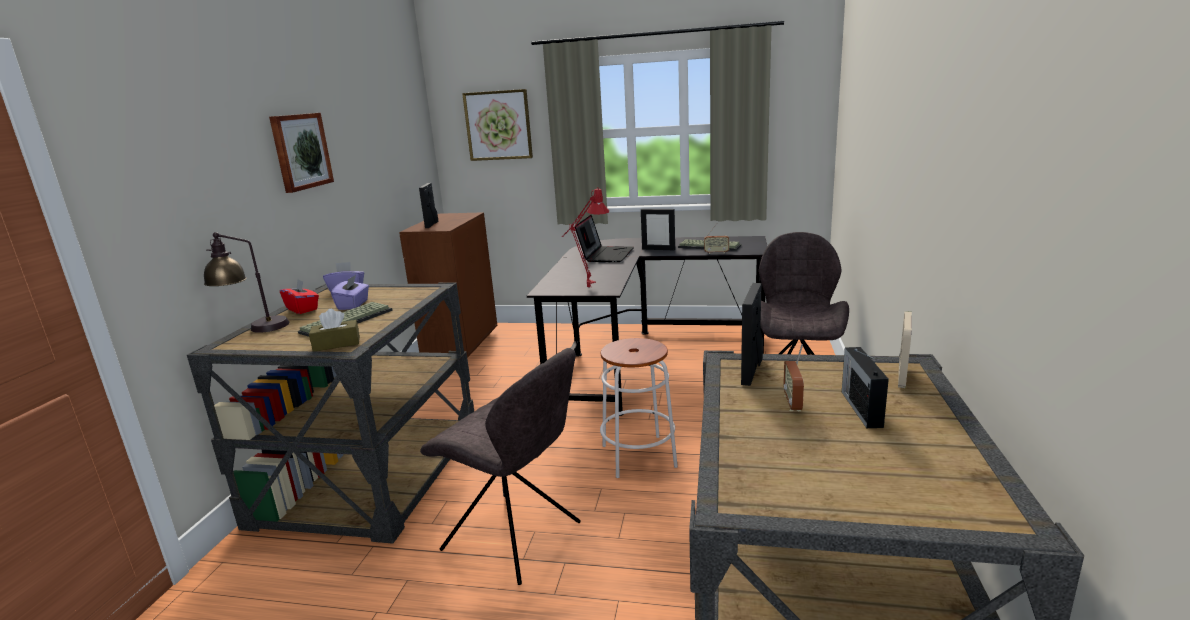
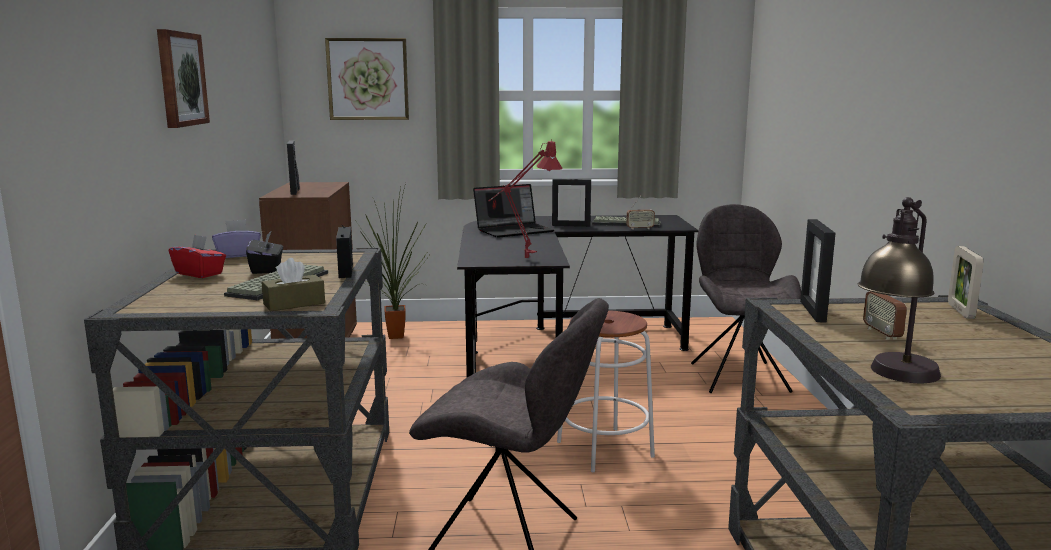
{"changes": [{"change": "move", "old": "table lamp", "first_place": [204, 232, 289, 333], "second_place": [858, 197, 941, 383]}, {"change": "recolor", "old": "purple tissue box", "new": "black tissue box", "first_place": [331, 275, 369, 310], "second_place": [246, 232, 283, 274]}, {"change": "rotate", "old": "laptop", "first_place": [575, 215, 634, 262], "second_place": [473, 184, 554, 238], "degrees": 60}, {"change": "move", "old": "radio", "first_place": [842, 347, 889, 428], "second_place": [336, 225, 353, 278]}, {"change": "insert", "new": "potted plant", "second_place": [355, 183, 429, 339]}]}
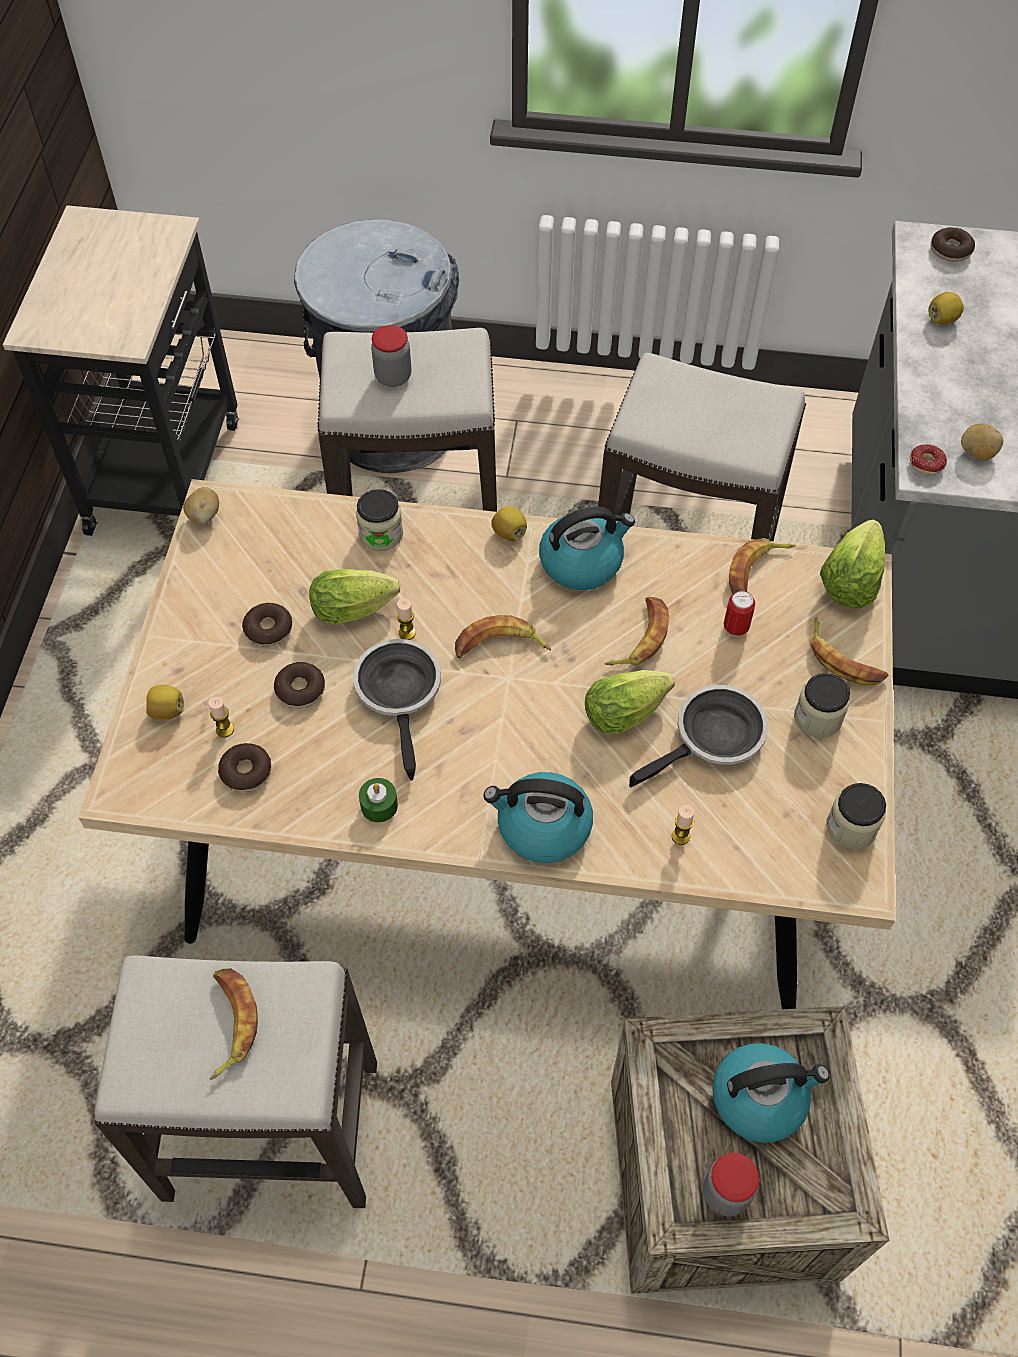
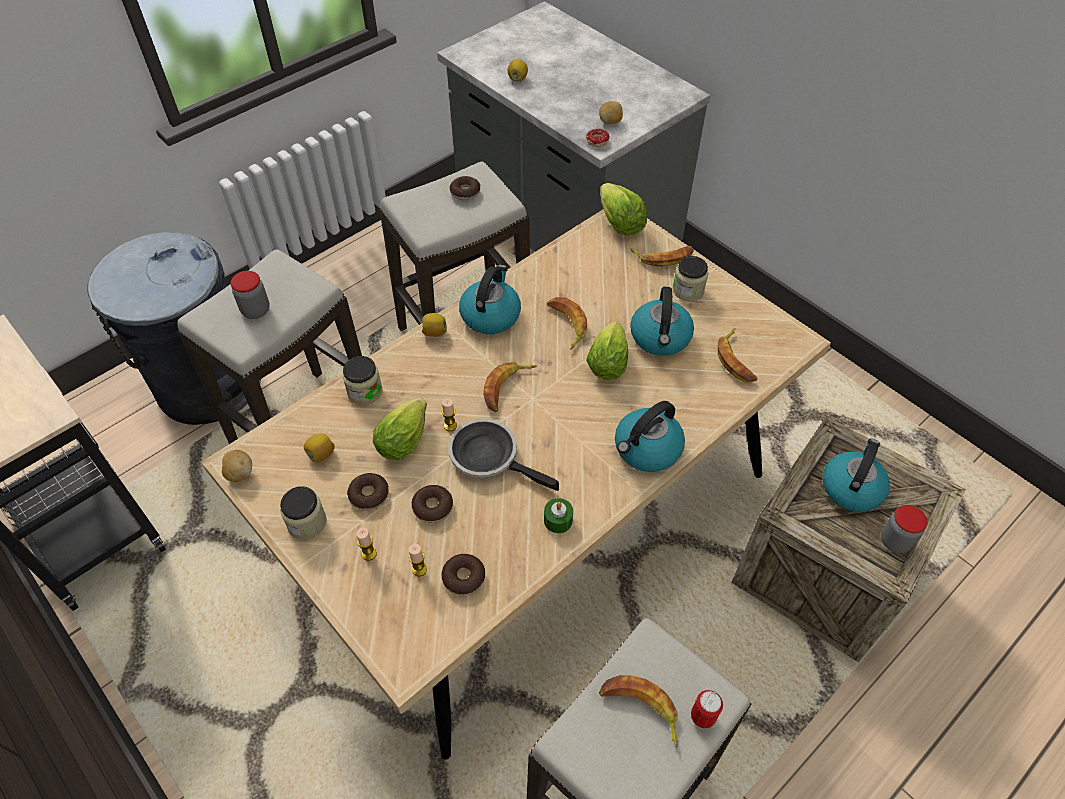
{"changes": [{"change": "move", "old": "lemon", "first_place": [146, 685, 184, 720], "second_place": [304, 434, 335, 462]}, {"change": "replace", "old": "frying pan", "new": "kettle", "first_place": [629, 685, 768, 788], "second_place": [630, 287, 694, 356]}, {"change": "move", "old": "candle", "first_place": [672, 805, 695, 845], "second_place": [356, 528, 377, 561]}, {"change": "move", "old": "can", "first_place": [724, 591, 755, 636], "second_place": [691, 690, 723, 728]}, {"change": "move", "old": "banana", "first_place": [729, 538, 796, 594], "second_place": [718, 328, 758, 382]}, {"change": "move", "old": "jar", "first_place": [826, 783, 886, 850], "second_place": [280, 486, 327, 539]}, {"change": "move", "old": "donut", "first_place": [931, 227, 975, 262], "second_place": [450, 176, 481, 200]}]}
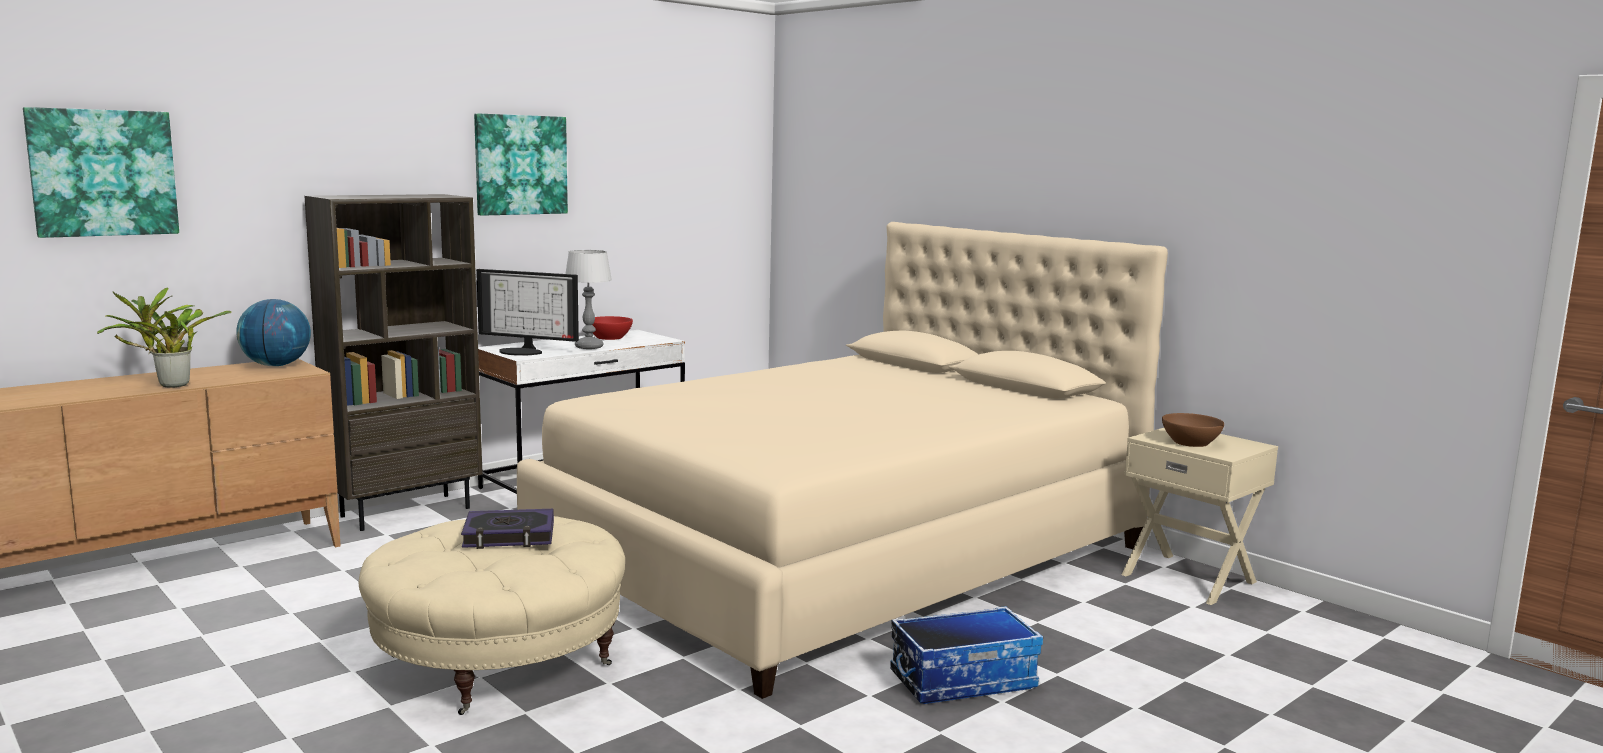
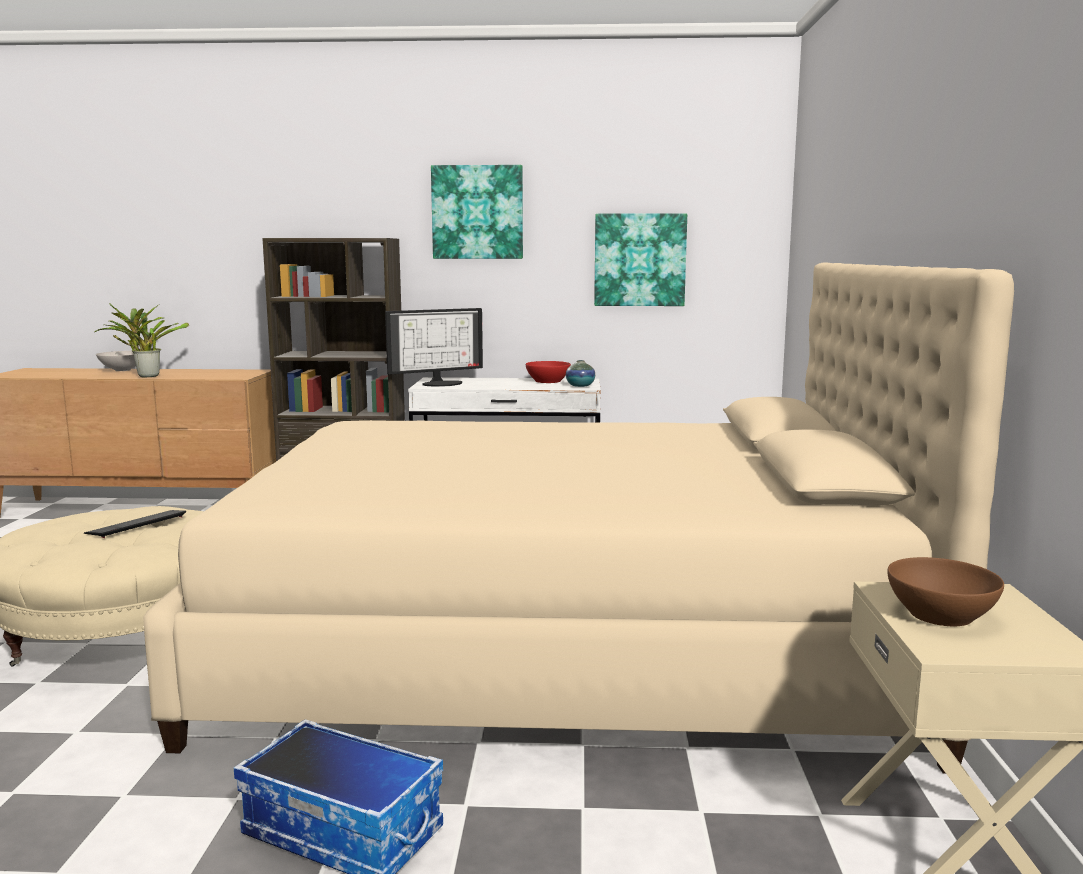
{"changes": [{"change": "move", "old": "picture", "first_place": [23, 107, 179, 238], "second_place": [594, 213, 687, 306]}, {"change": "delete", "old": "globe", "first_place": [236, 299, 311, 366]}, {"change": "replace", "old": "book", "new": "keyboard", "first_place": [461, 509, 554, 549], "second_place": [84, 510, 186, 538]}, {"change": "rotate", "old": "monitor", "first_place": [476, 269, 579, 356], "second_place": [385, 308, 483, 387], "degrees": -90}, {"change": "delete", "old": "table lamp", "first_place": [565, 250, 612, 349]}, {"change": "insert", "new": "white bowl", "second_place": [96, 351, 136, 371]}, {"change": "insert", "new": "vase", "second_place": [566, 360, 595, 387]}]}
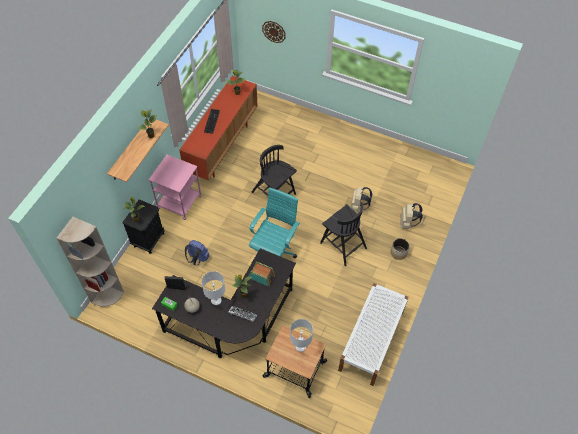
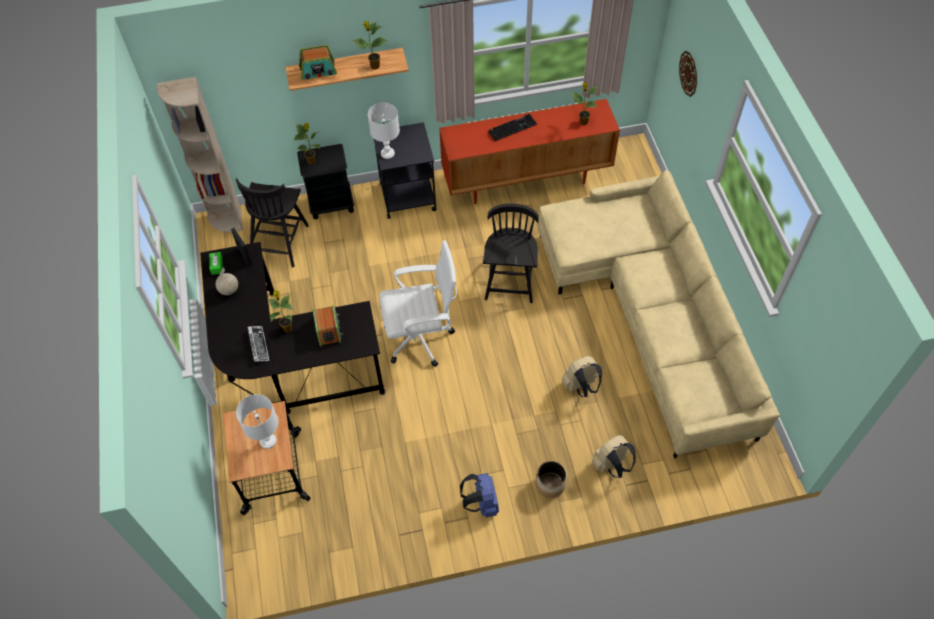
{"changes": [{"change": "recolor", "old": "pink cart", "new": "black cart", "first_place": [149, 155, 202, 220], "second_place": [373, 122, 437, 219]}, {"change": "move", "old": "blue backpack", "first_place": [185, 240, 210, 265], "second_place": [460, 473, 499, 518]}, {"change": "move", "old": "white table lamp", "first_place": [202, 271, 225, 305], "second_place": [368, 103, 400, 159]}, {"change": "recolor", "old": "turquoise office chair", "new": "white office chair", "first_place": [249, 188, 300, 262], "second_place": [379, 240, 457, 367]}, {"change": "move", "old": "black chair", "first_place": [320, 202, 367, 266], "second_place": [236, 178, 309, 268]}, {"change": "delete", "old": "white bench", "first_place": [338, 283, 409, 386]}, {"change": "insert", "new": "radio", "second_place": [299, 45, 337, 80]}, {"change": "insert", "new": "beige sofa", "second_place": [538, 170, 780, 459]}]}
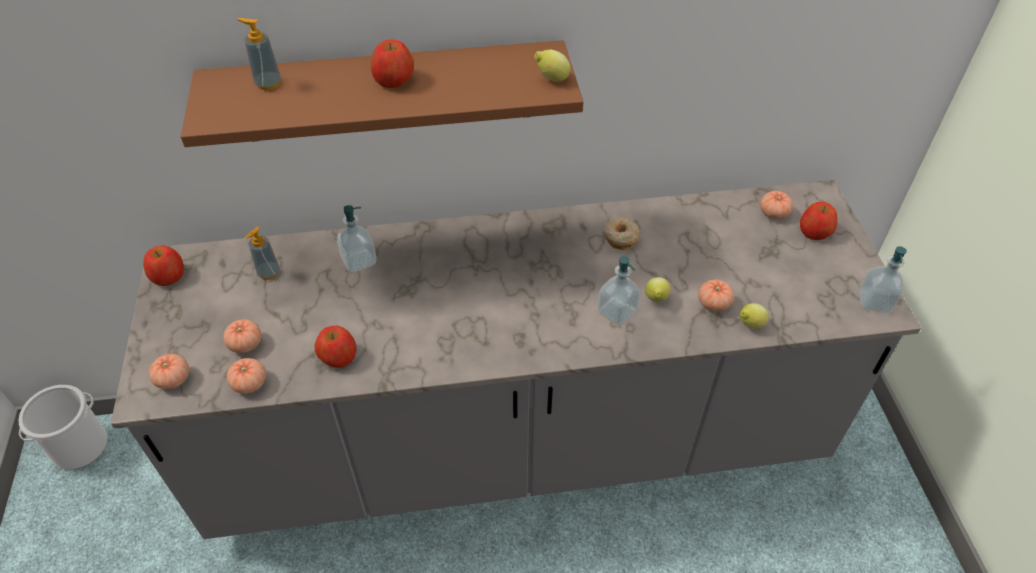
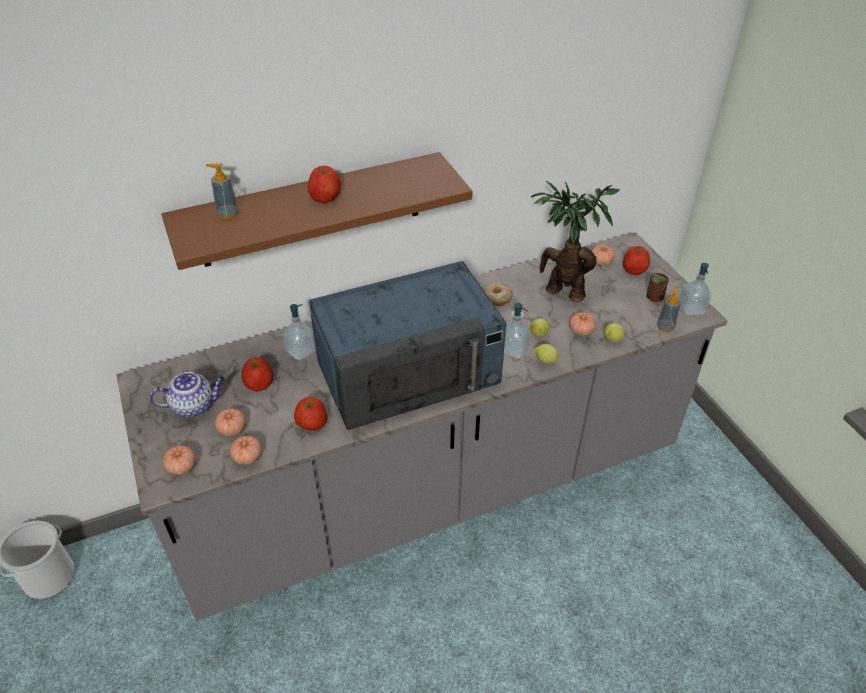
{"changes": [{"change": "move", "old": "apple", "first_place": [143, 245, 184, 286], "second_place": [242, 357, 273, 391]}, {"change": "move", "old": "soap dispenser", "first_place": [245, 227, 280, 280], "second_place": [657, 289, 681, 332]}, {"change": "move", "old": "lemon", "first_place": [534, 50, 570, 82], "second_place": [534, 344, 559, 364]}, {"change": "insert", "new": "teapot", "second_place": [149, 372, 225, 418]}, {"change": "insert", "new": "blue microwave", "second_place": [309, 261, 506, 430]}, {"change": "insert", "new": "potted plant", "second_place": [531, 181, 620, 302]}, {"change": "insert", "new": "brown cup", "second_place": [646, 273, 669, 302]}]}
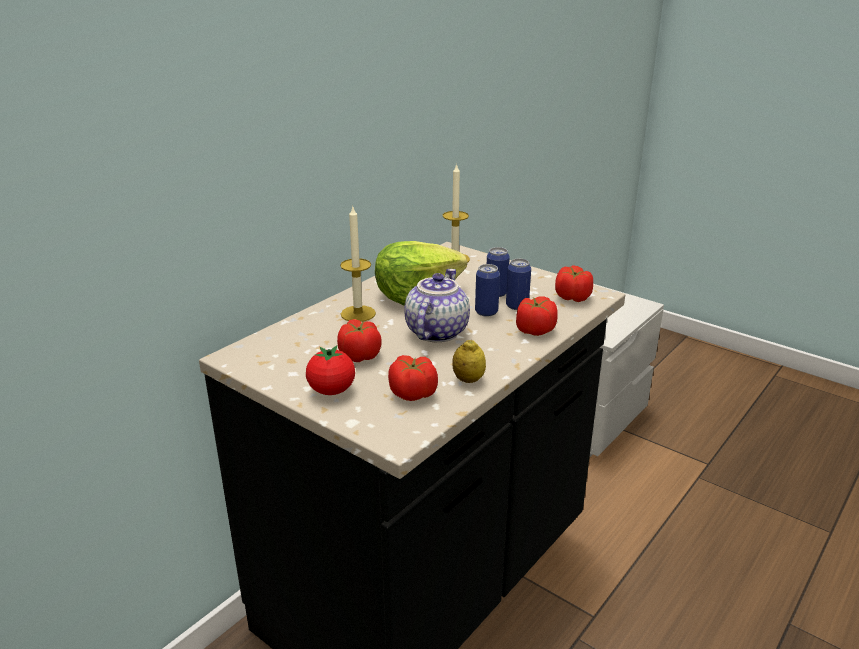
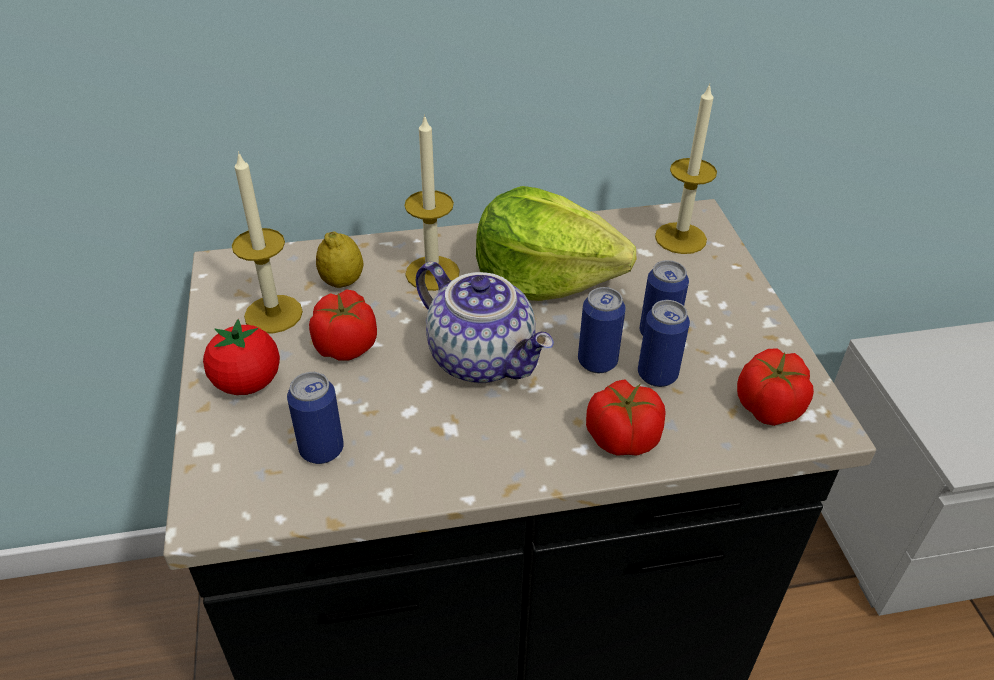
{"changes": [{"change": "replace", "old": "tomato", "new": "can", "first_place": [388, 355, 438, 401], "second_place": [287, 372, 344, 464]}, {"change": "rotate", "old": "teapot", "first_place": [404, 269, 470, 342], "second_place": [416, 262, 554, 383], "degrees": 75}, {"change": "move", "old": "lemon", "first_place": [452, 340, 486, 383], "second_place": [316, 231, 363, 288]}, {"change": "insert", "new": "candle", "second_place": [232, 151, 303, 334]}]}
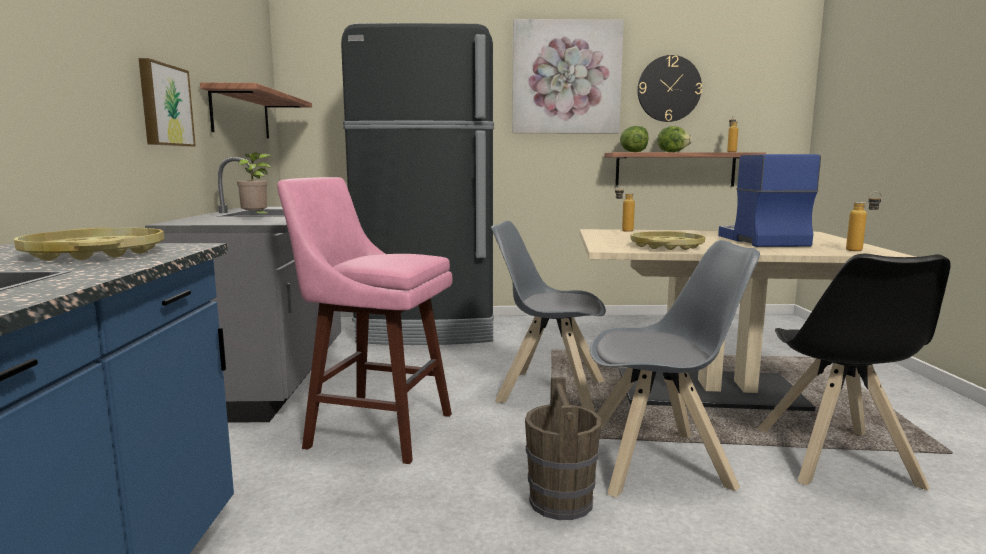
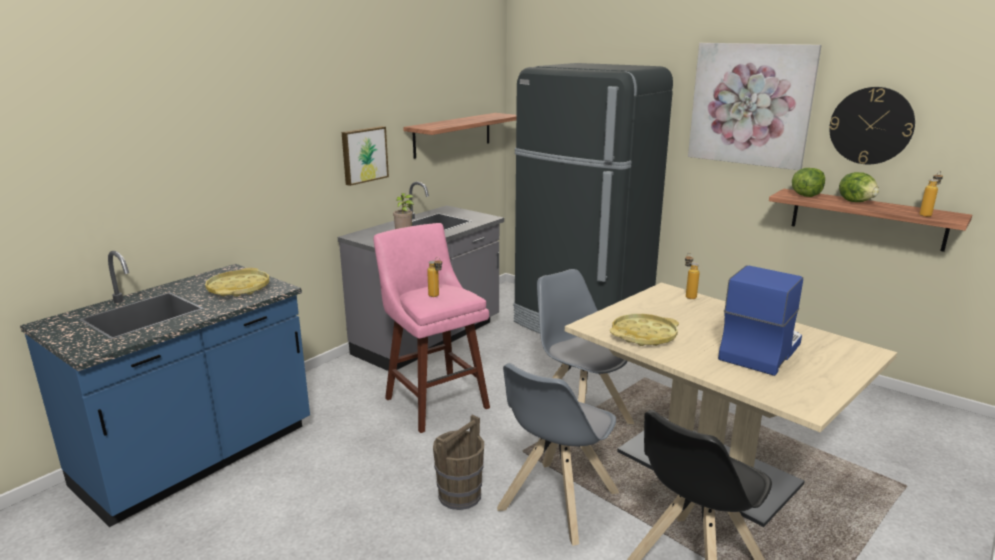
{"changes": [{"change": "rotate", "old": "grey chair", "first_place": [590, 240, 760, 498], "second_place": [497, 363, 619, 546], "degrees": 90}, {"change": "move", "old": "bottle", "first_place": [846, 192, 882, 251], "second_place": [427, 257, 442, 297]}]}
